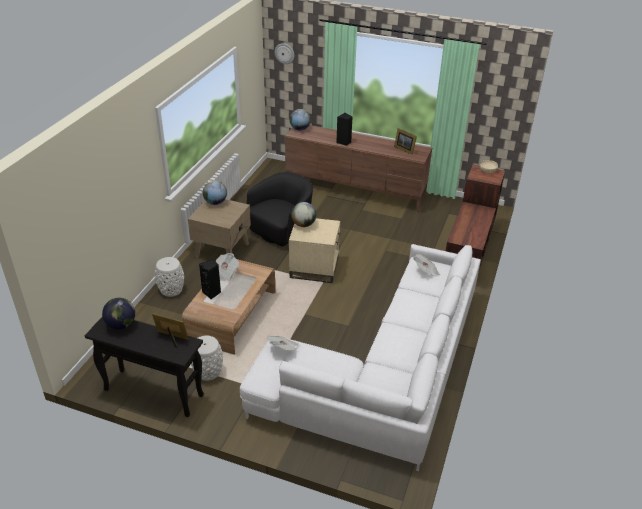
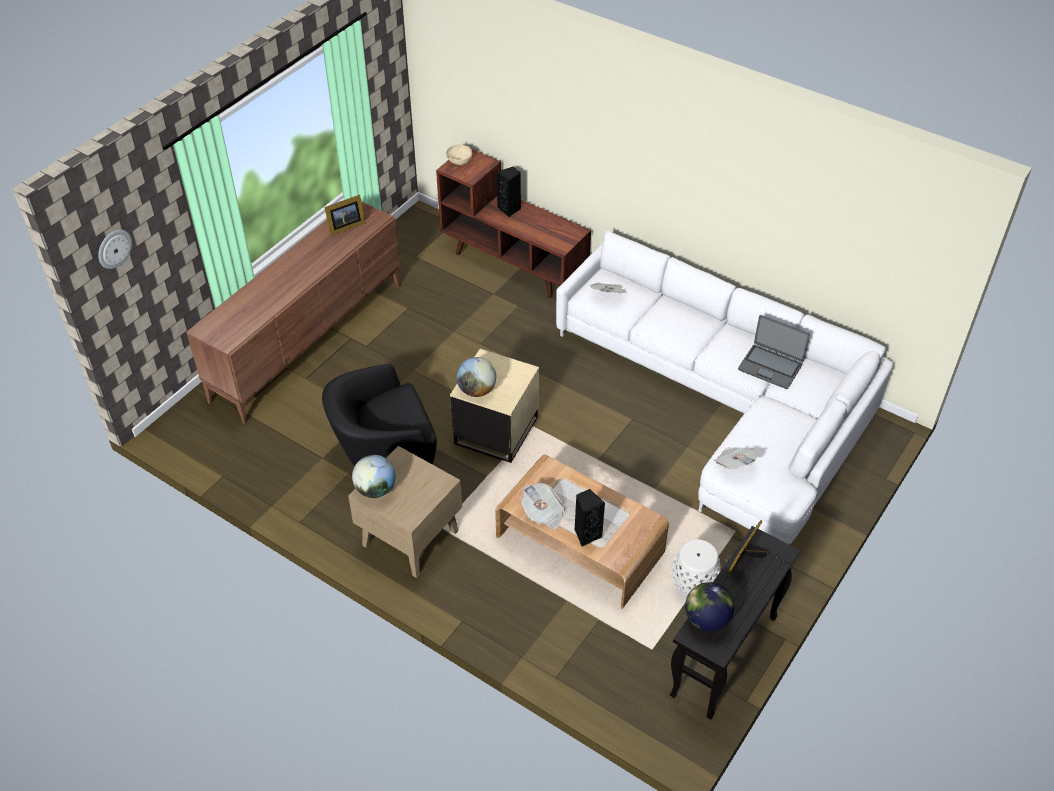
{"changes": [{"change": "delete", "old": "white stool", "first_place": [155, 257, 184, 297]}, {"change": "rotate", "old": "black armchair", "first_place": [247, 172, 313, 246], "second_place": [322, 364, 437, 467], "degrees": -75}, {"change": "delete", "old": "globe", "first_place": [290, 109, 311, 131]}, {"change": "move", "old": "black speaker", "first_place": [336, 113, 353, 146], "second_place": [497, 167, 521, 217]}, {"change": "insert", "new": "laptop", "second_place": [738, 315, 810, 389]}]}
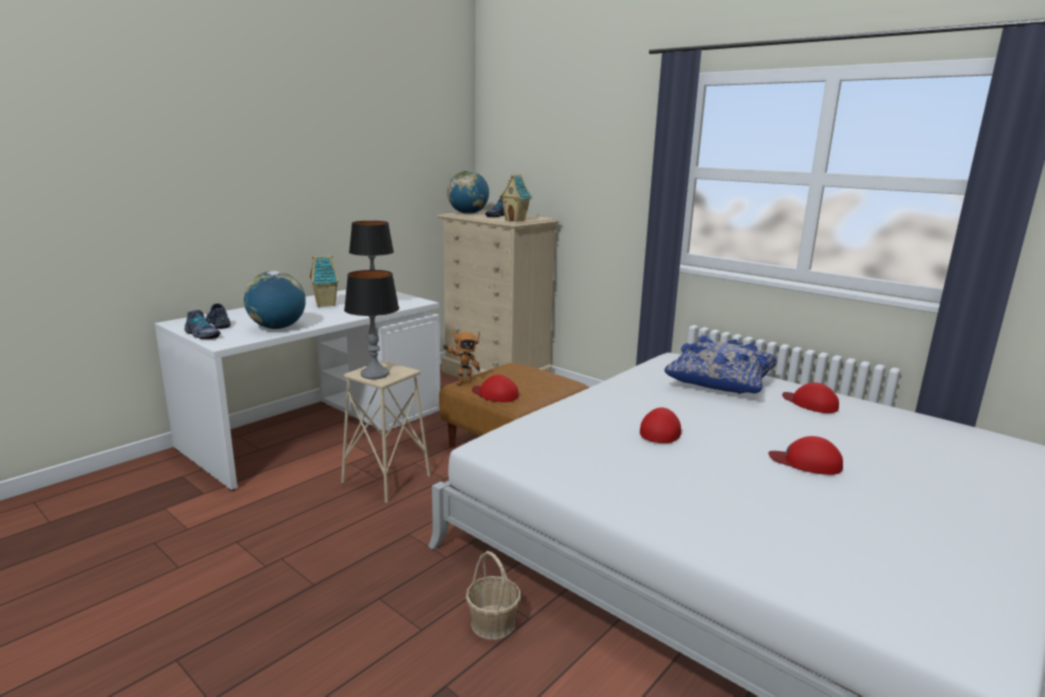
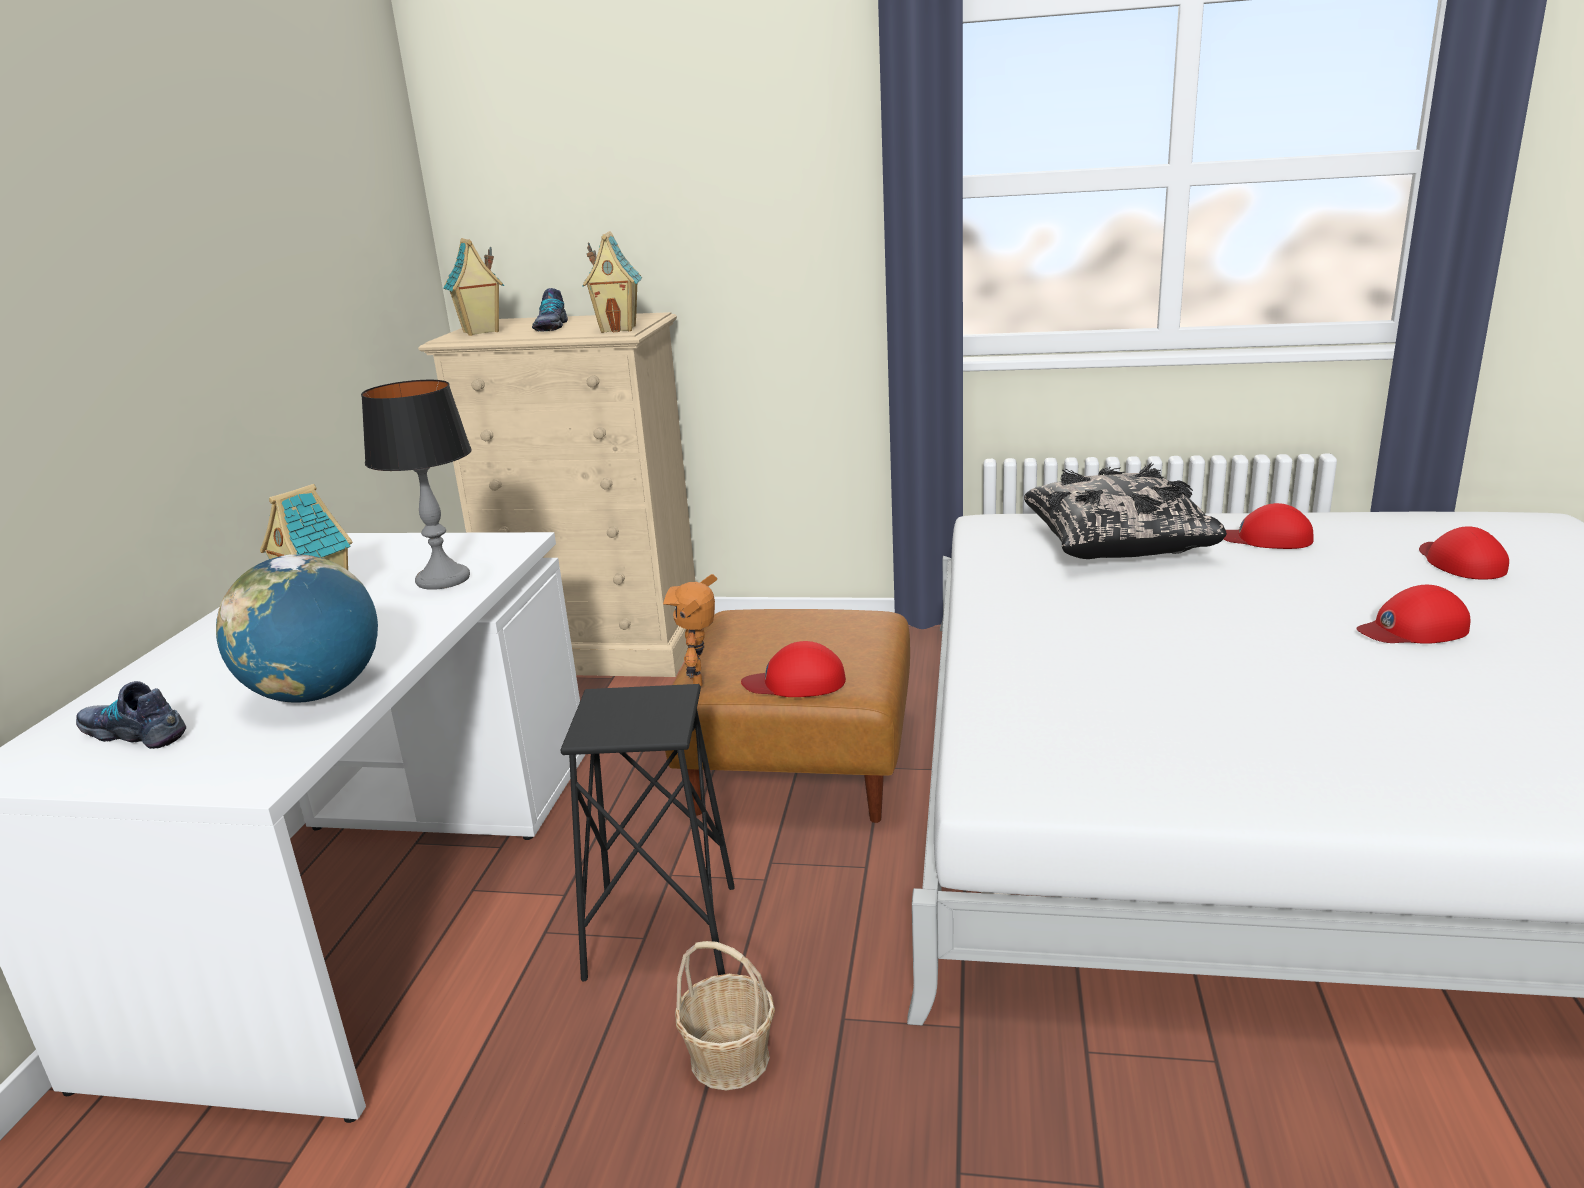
{"changes": [{"change": "delete", "old": "shoe", "first_place": [185, 310, 221, 339]}, {"change": "recolor", "old": "beige stool", "new": "black stool", "first_place": [341, 361, 431, 503], "second_place": [560, 684, 735, 981]}, {"change": "delete", "old": "table lamp", "first_place": [344, 270, 399, 379]}, {"change": "rotate", "old": "toy robot", "first_place": [443, 330, 480, 385], "second_place": [663, 574, 717, 686], "degrees": 150}, {"change": "replace", "old": "globe", "new": "toy house", "first_place": [447, 171, 489, 214], "second_place": [444, 238, 504, 336]}, {"change": "move", "old": "basket", "first_place": [466, 551, 521, 640], "second_place": [675, 941, 775, 1090]}, {"change": "move", "old": "red cap", "first_place": [640, 408, 681, 443], "second_place": [1419, 526, 1509, 579]}, {"change": "recolor", "old": "blue pillow", "new": "black pillow", "first_place": [665, 334, 777, 394], "second_place": [1024, 462, 1227, 559]}]}
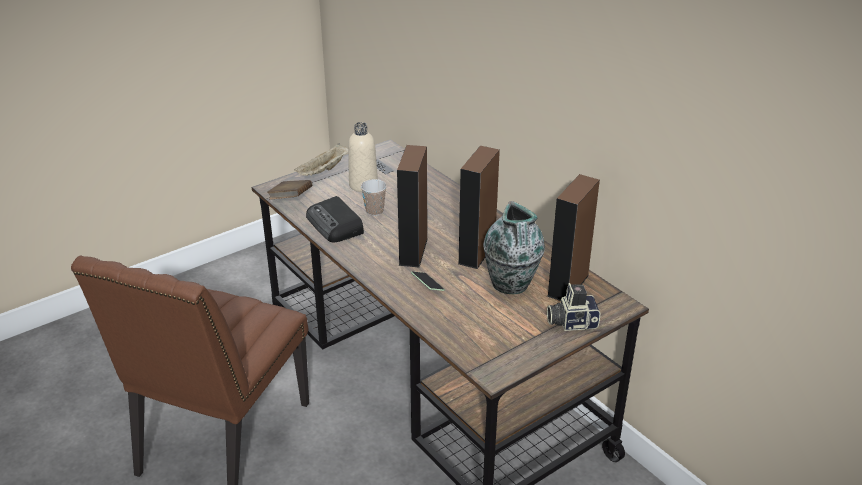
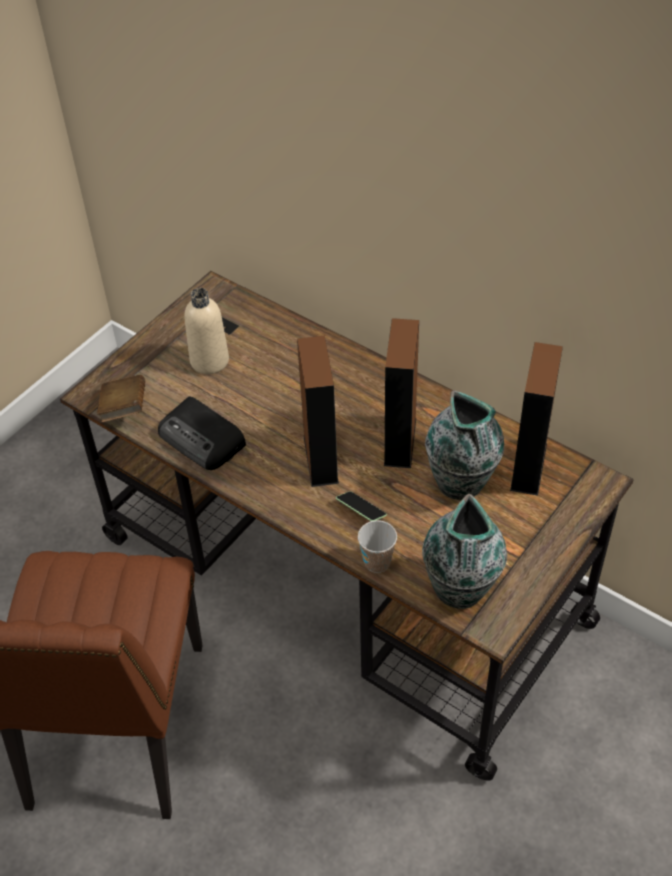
{"changes": [{"change": "delete", "old": "beige tray", "first_place": [294, 143, 348, 176]}, {"change": "move", "old": "cup", "first_place": [361, 179, 387, 216], "second_place": [358, 520, 397, 573]}, {"change": "delete", "old": "photo camera", "first_place": [547, 283, 600, 331]}, {"change": "insert", "new": "vase", "second_place": [422, 494, 507, 609]}]}
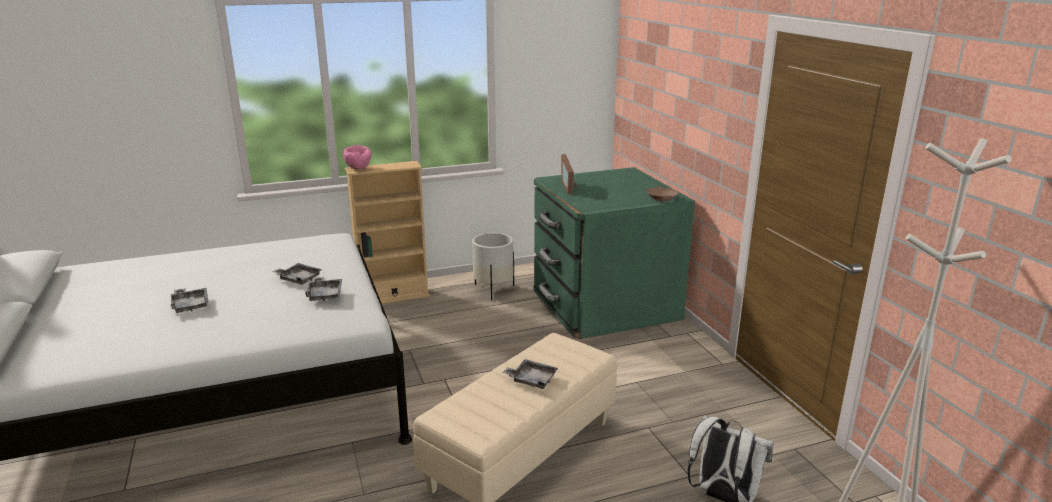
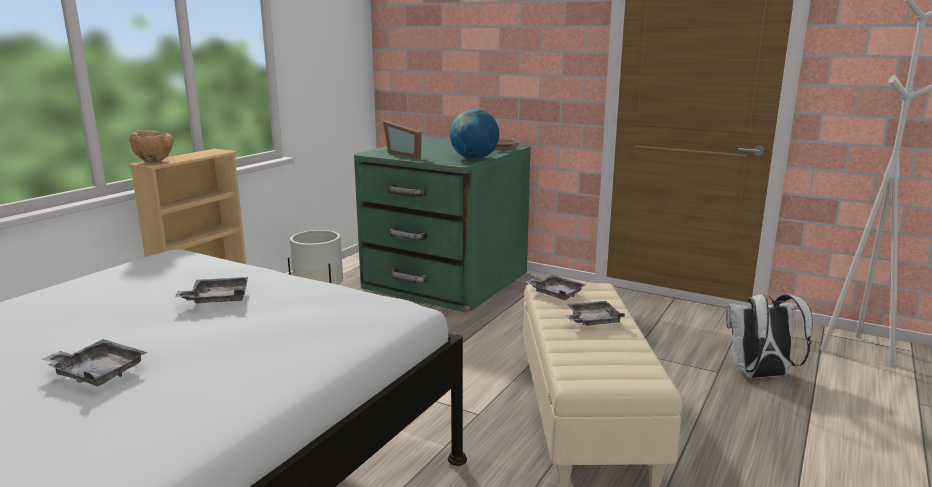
{"changes": [{"change": "move", "old": "grey tray", "first_place": [305, 277, 342, 301], "second_place": [526, 275, 585, 300]}, {"change": "recolor", "old": "pink bowl", "new": "brown bowl", "first_place": [343, 145, 372, 169], "second_place": [129, 130, 174, 163]}, {"change": "insert", "new": "globe", "second_place": [450, 109, 499, 159]}]}
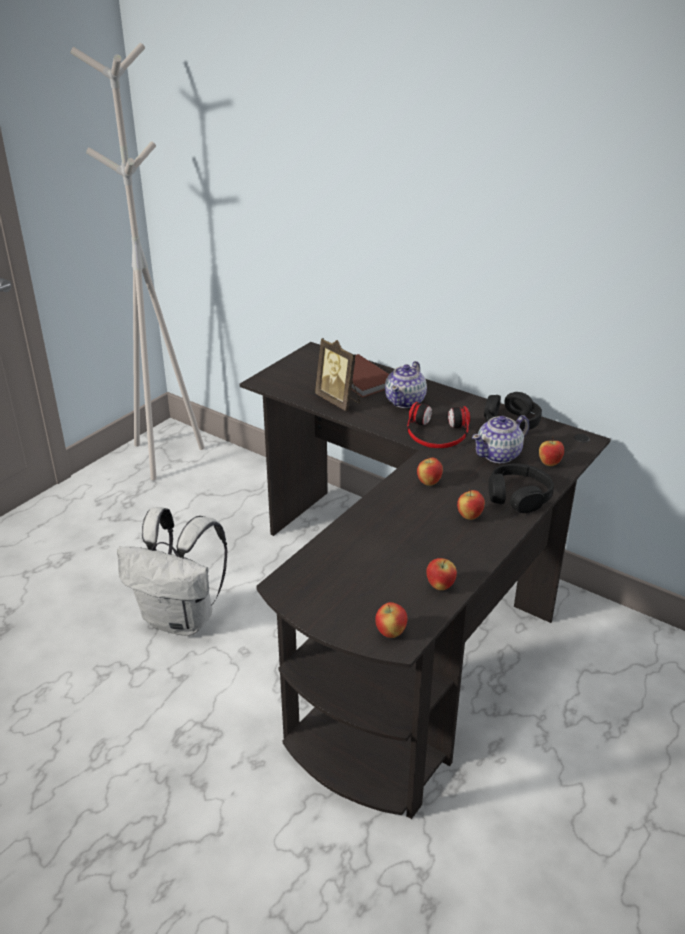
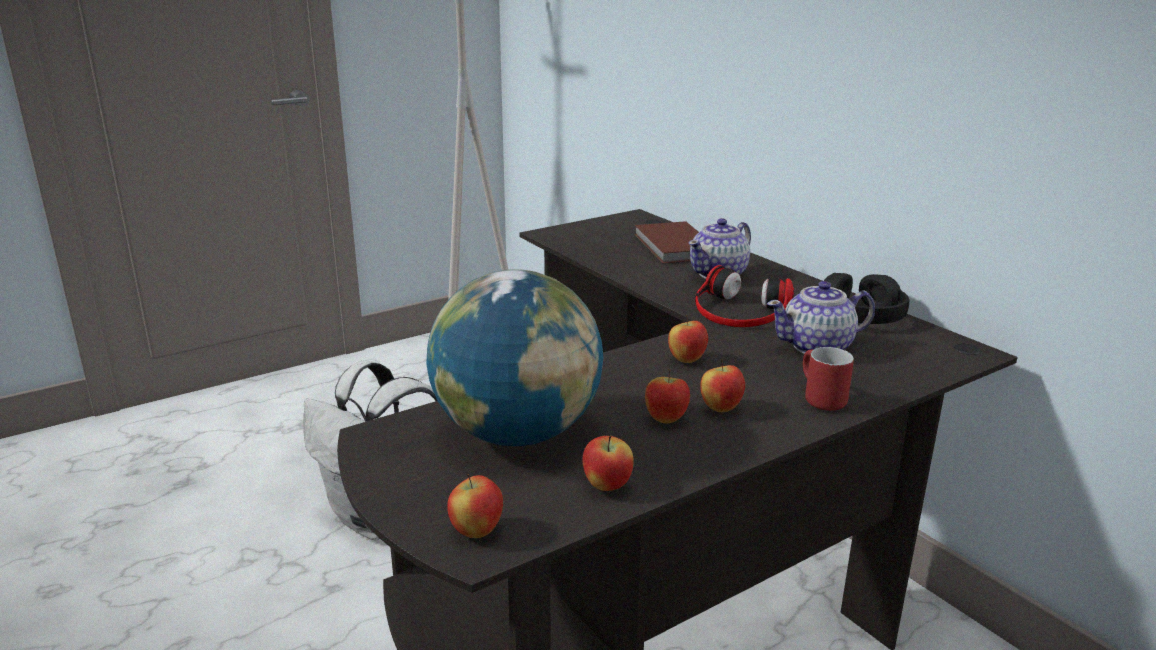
{"changes": [{"change": "delete", "old": "picture frame", "first_place": [315, 338, 360, 411]}, {"change": "replace", "old": "black headphones", "new": "red mug", "first_place": [489, 464, 554, 513], "second_place": [803, 347, 854, 411]}, {"change": "move", "old": "apple", "first_place": [539, 437, 564, 466], "second_place": [645, 369, 690, 423]}, {"change": "insert", "new": "globe", "second_place": [426, 269, 603, 446]}]}
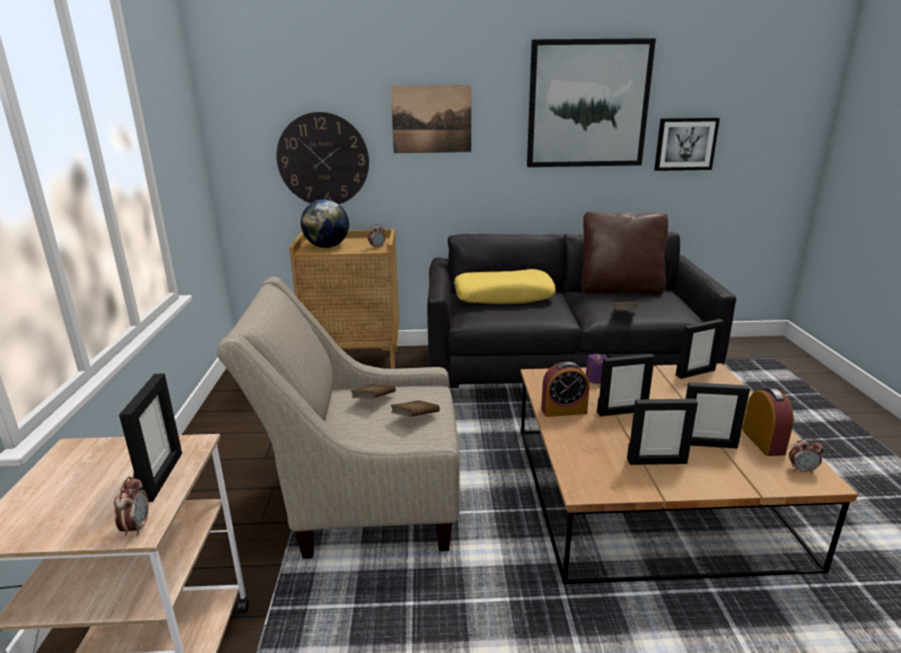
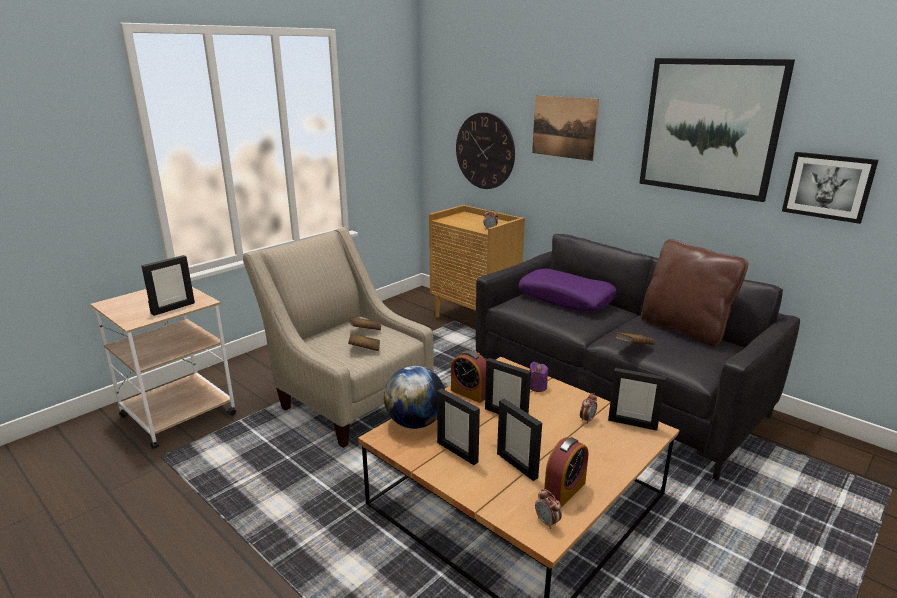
{"changes": [{"change": "move", "old": "alarm clock", "first_place": [114, 476, 149, 536], "second_place": [580, 393, 597, 424]}, {"change": "move", "old": "globe", "first_place": [301, 200, 349, 248], "second_place": [384, 366, 445, 429]}, {"change": "recolor", "old": "yellow pillow", "new": "purple pillow", "first_place": [454, 269, 556, 304], "second_place": [518, 269, 617, 311]}]}
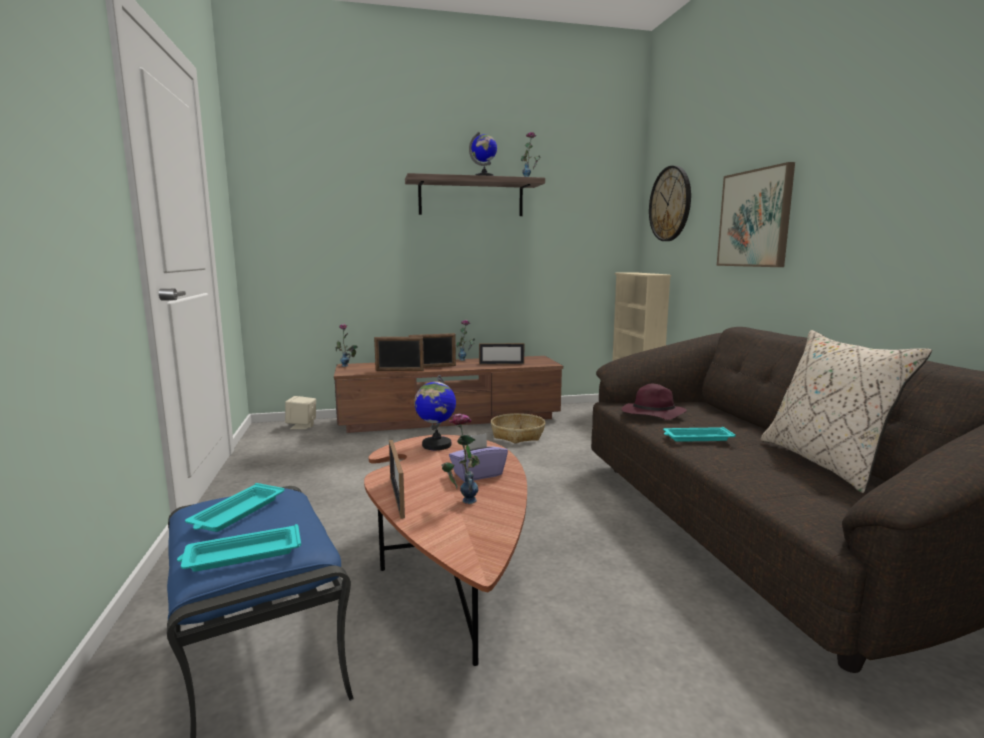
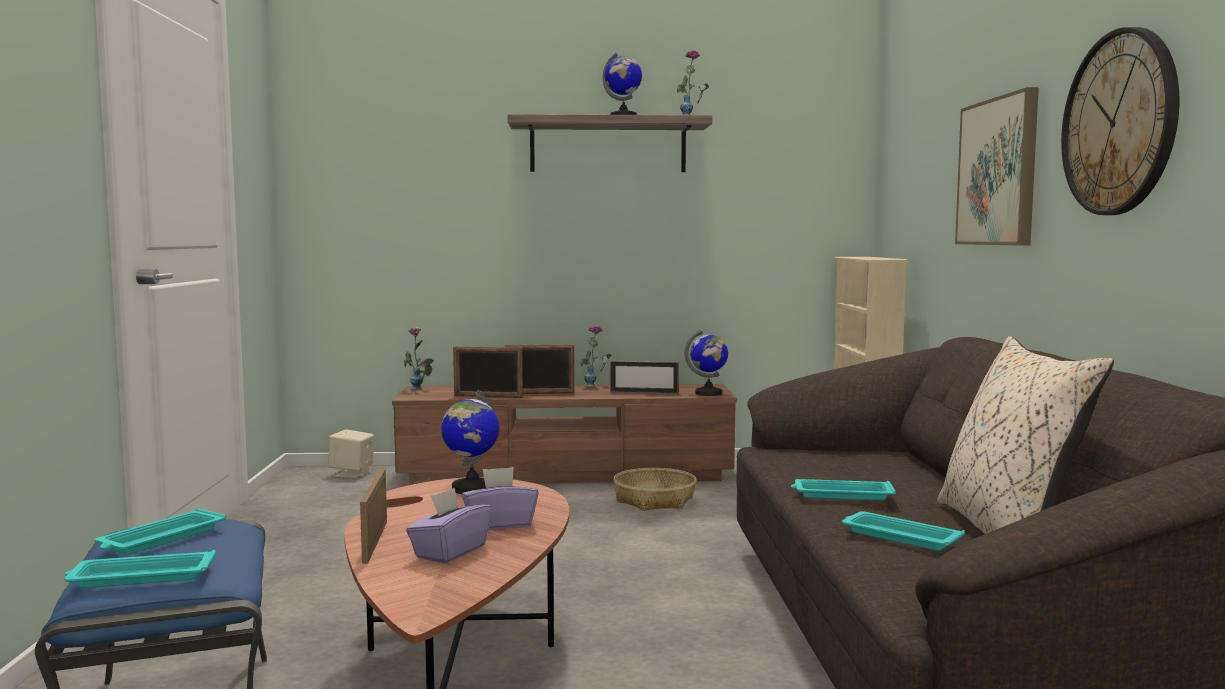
{"changes": [{"change": "replace", "old": "vase", "new": "purple tissue box", "first_place": [441, 414, 480, 504], "second_place": [406, 488, 492, 564]}, {"change": "delete", "old": "purple hat", "first_place": [621, 384, 687, 420]}, {"change": "move", "old": "wall clock", "first_place": [649, 166, 691, 241], "second_place": [1061, 27, 1179, 215]}, {"change": "insert", "new": "globe", "second_place": [685, 329, 728, 396]}, {"change": "insert", "new": "turquoise tray", "second_place": [842, 511, 965, 551]}]}
